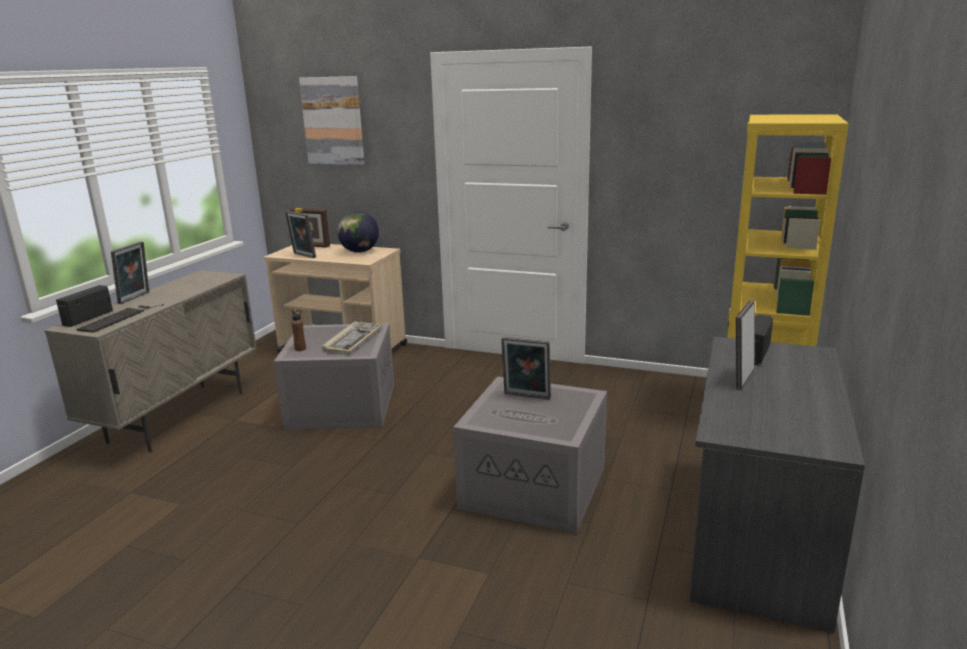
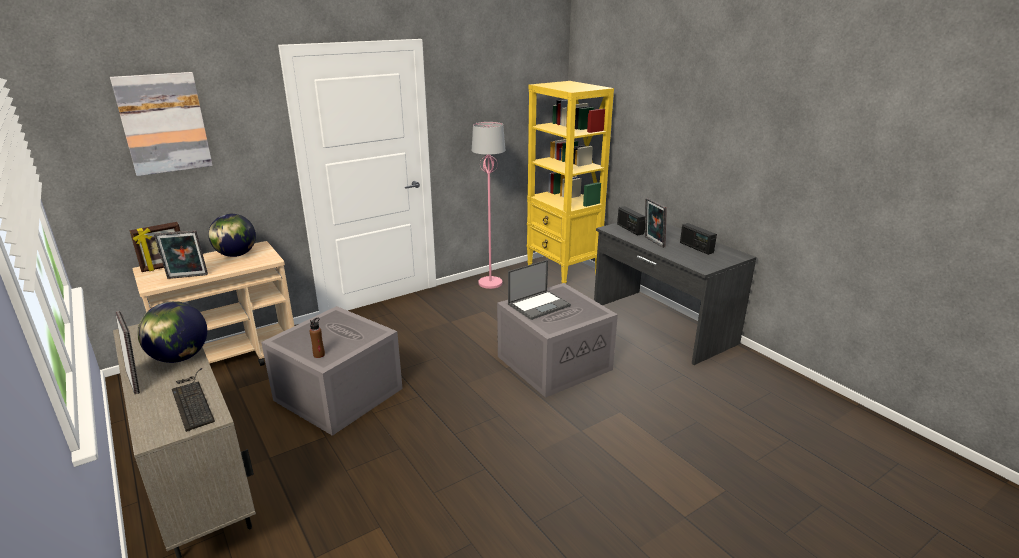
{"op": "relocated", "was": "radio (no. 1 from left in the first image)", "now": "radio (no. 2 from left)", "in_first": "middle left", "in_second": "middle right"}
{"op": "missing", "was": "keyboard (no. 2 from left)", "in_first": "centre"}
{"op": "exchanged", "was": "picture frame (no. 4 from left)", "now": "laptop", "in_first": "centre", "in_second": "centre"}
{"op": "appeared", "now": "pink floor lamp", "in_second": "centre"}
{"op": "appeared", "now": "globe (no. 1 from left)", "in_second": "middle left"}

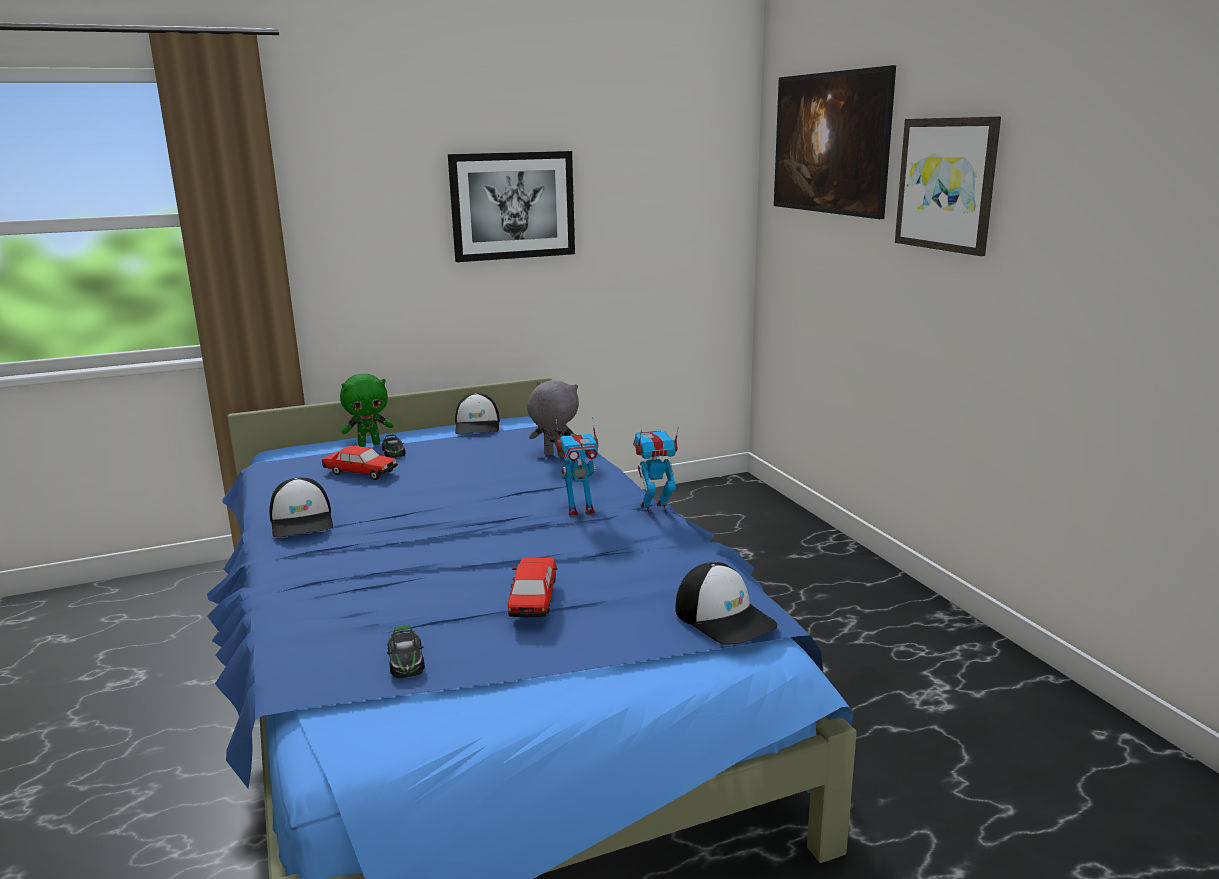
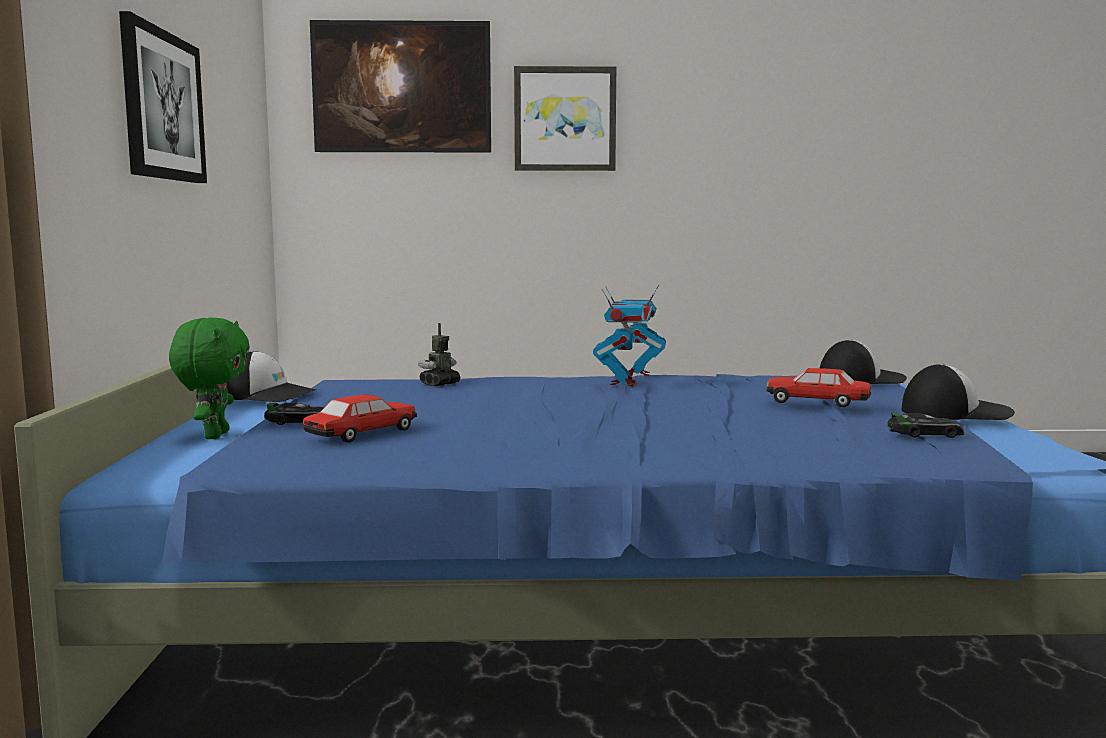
{"op": "exchanged", "was": "grey plush toy", "now": "toy robot (no. 1 from left)", "in_first": "centre", "in_second": "centre"}
{"op": "relocated", "was": "cap (no. 1 from left in the first image)", "now": "cap (no. 3 from left)", "in_first": "middle left", "in_second": "middle right"}

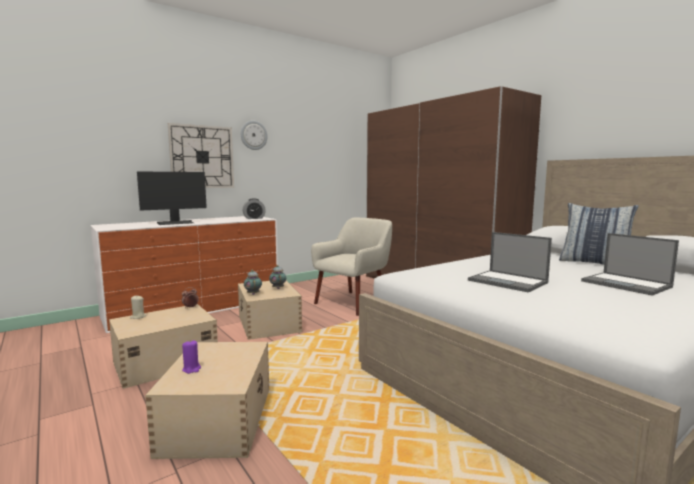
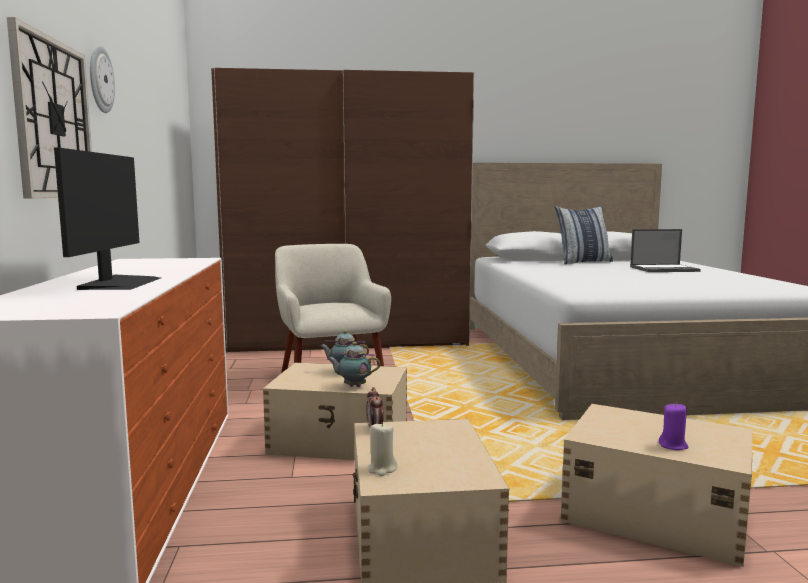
{"op": "missing", "was": "alarm clock (no. 2 from left)", "in_first": "centre"}
{"op": "missing", "was": "laptop (no. 1 from left)", "in_first": "middle right"}

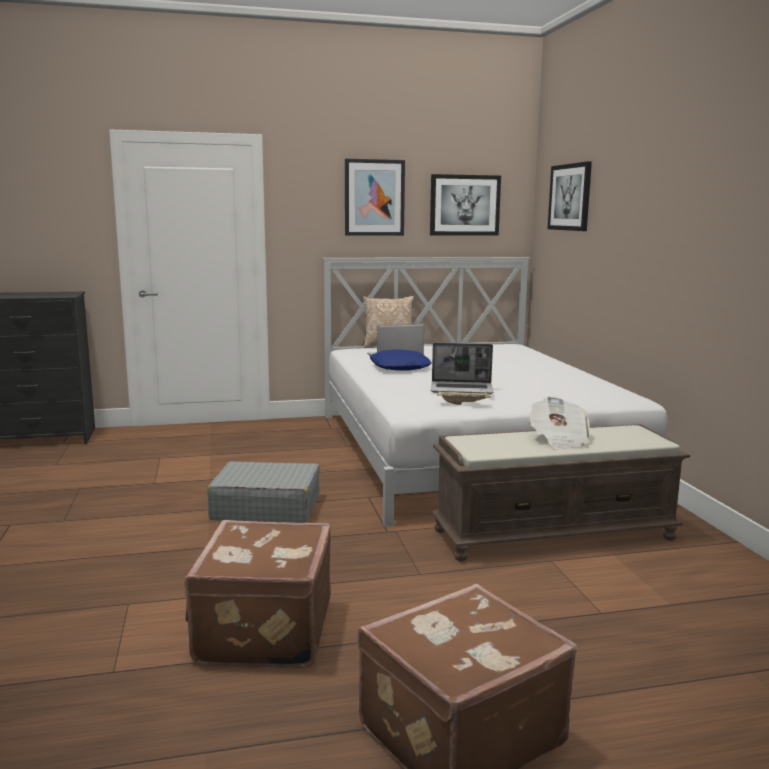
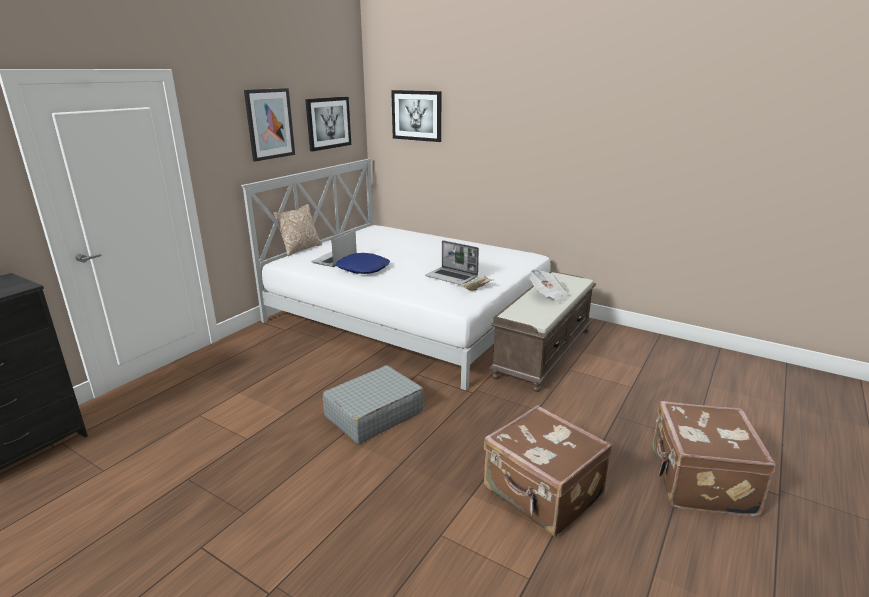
{"op": "spun", "was": "laptop (no. 2 from left)", "in_first": "centre", "in_second": "centre", "clockwise": 75}

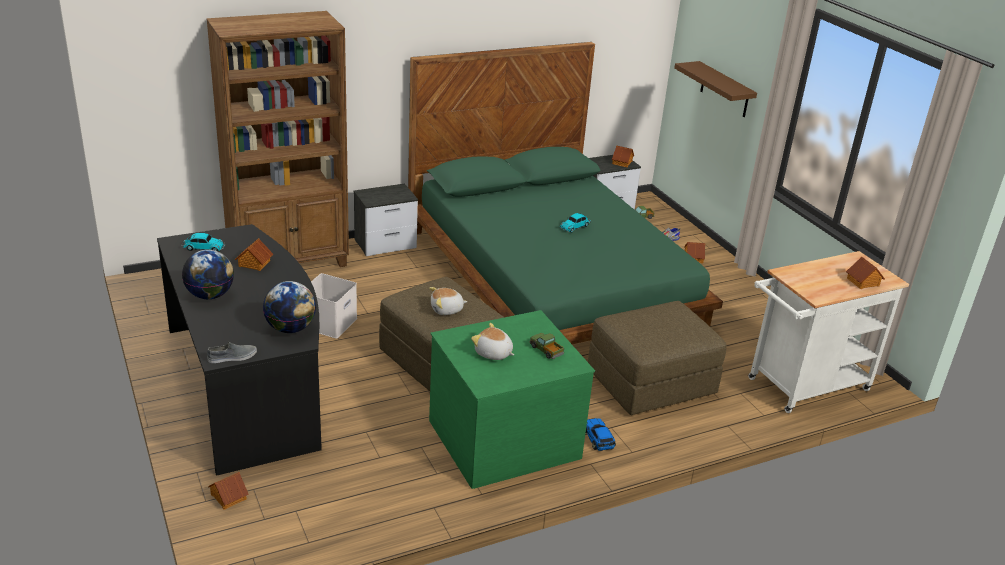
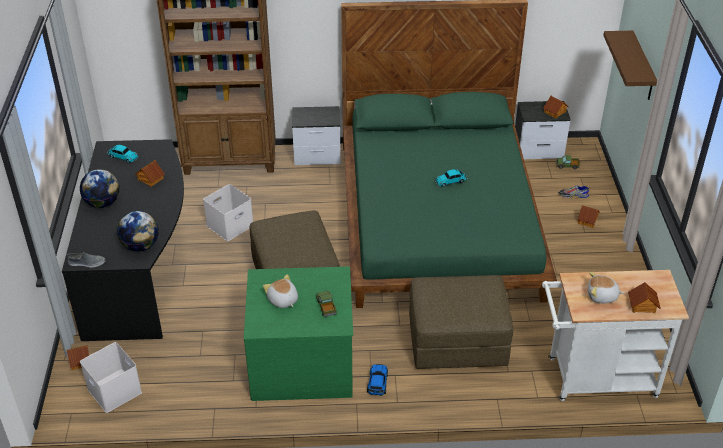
{"op": "relocated", "was": "plush toy (no. 1 from left in the first image)", "now": "plush toy (no. 2 from left)", "in_first": "centre", "in_second": "middle right"}
{"op": "appeared", "now": "white storage box (no. 1 from left)", "in_second": "bottom left"}

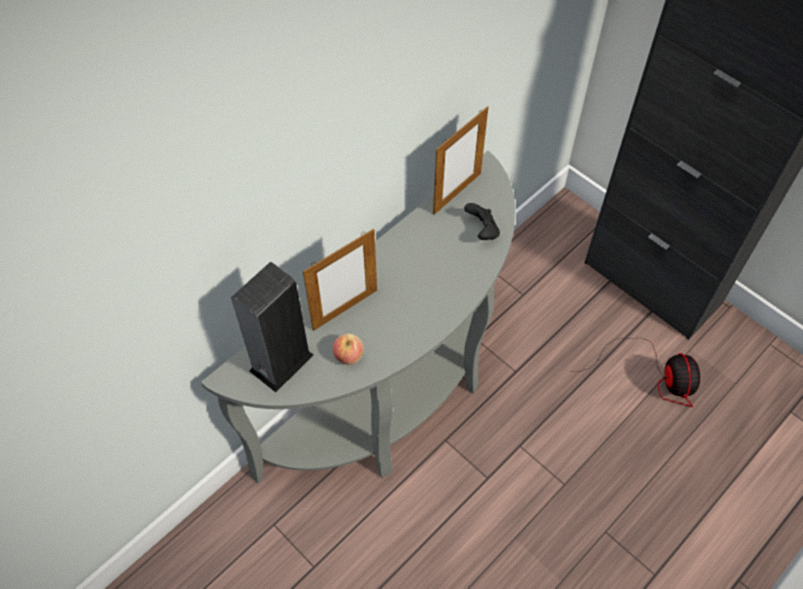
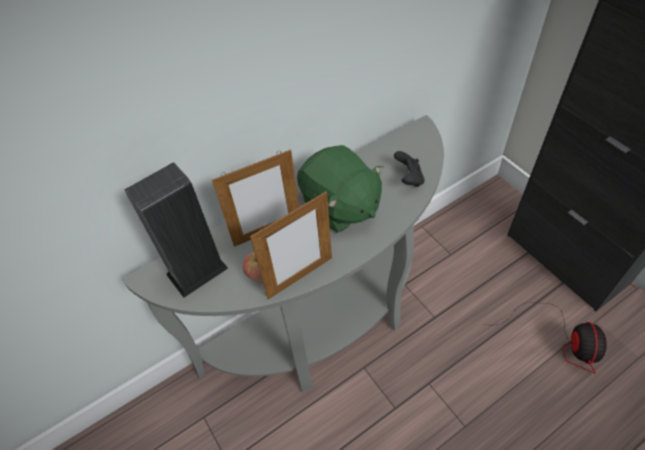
{"op": "relocated", "was": "picture frame (no. 2 from left)", "in_first": "top centre", "in_second": "centre"}
{"op": "appeared", "now": "green plush toy", "in_second": "centre"}

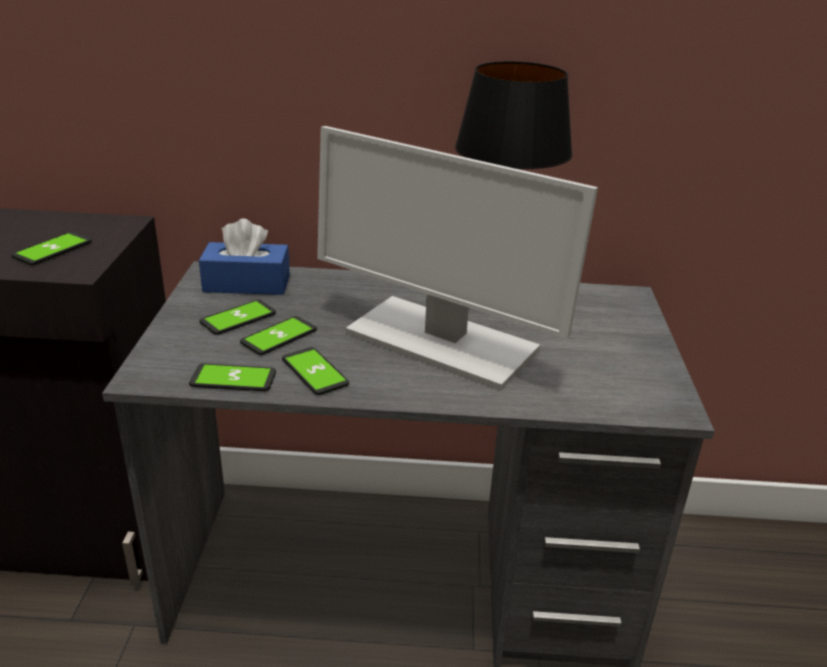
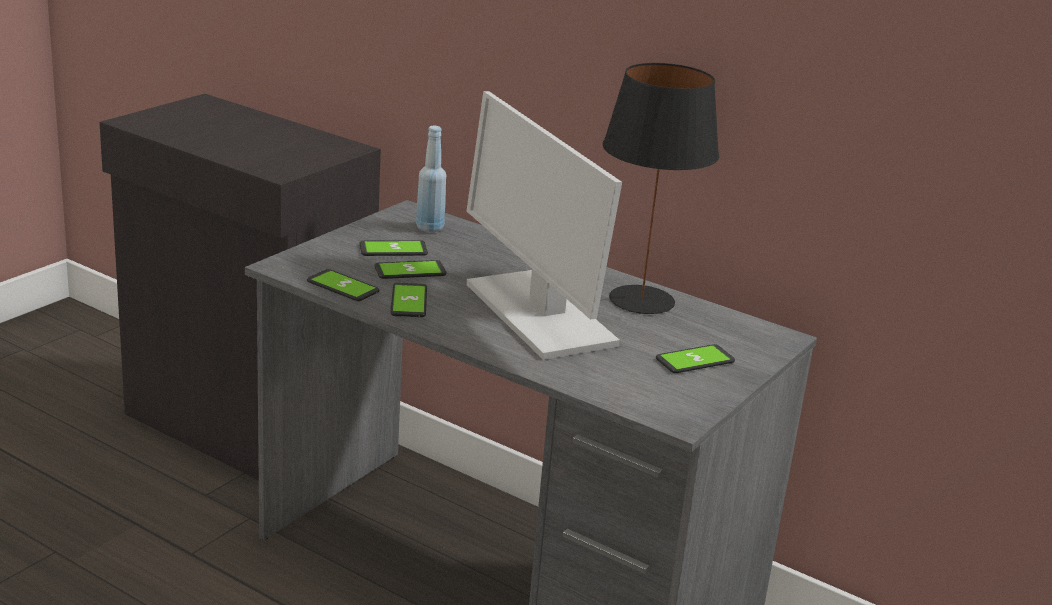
{"op": "exchanged", "was": "blue tissue box", "now": "blue bottle", "in_first": "middle left", "in_second": "top centre"}
{"op": "relocated", "was": "phone (no. 1 from left in the first image)", "now": "phone (no. 5 from left)", "in_first": "middle left", "in_second": "centre"}

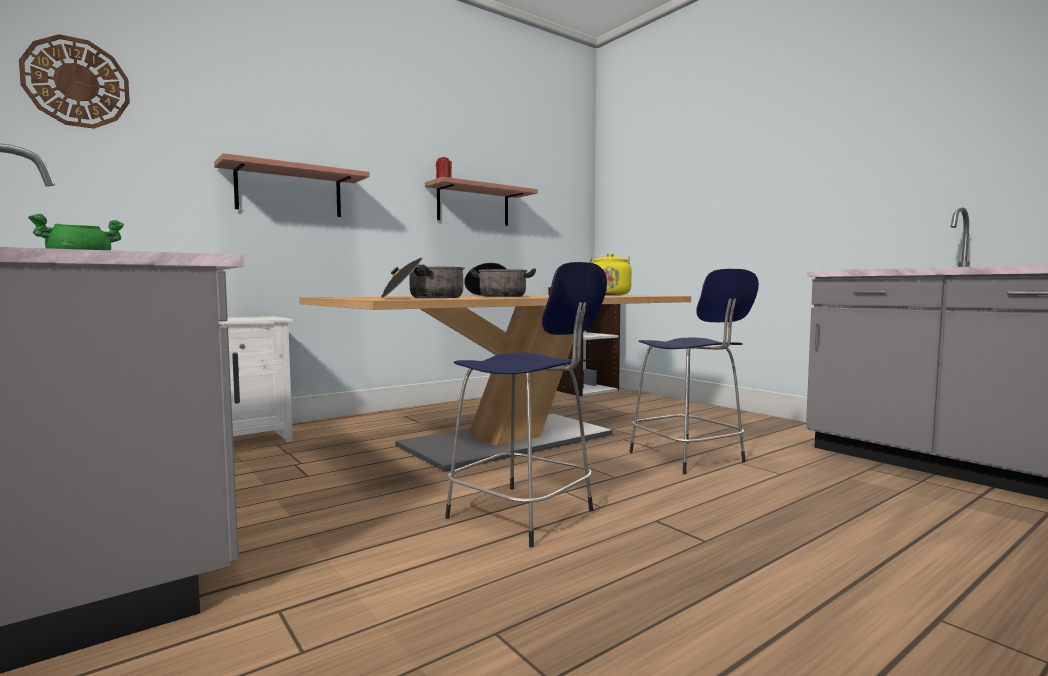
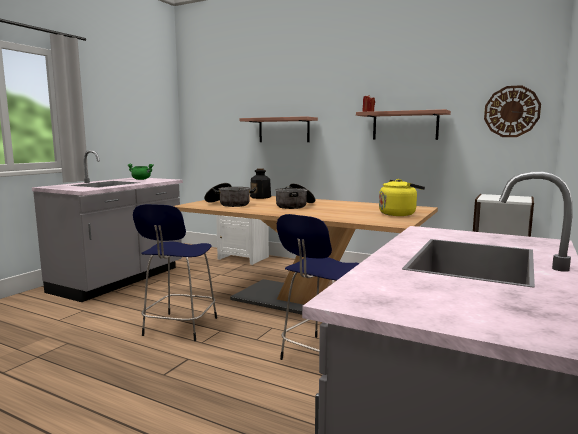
{"op": "relocated", "was": "wall clock", "in_first": "top left", "in_second": "top right"}
{"op": "appeared", "now": "bottle", "in_second": "centre"}

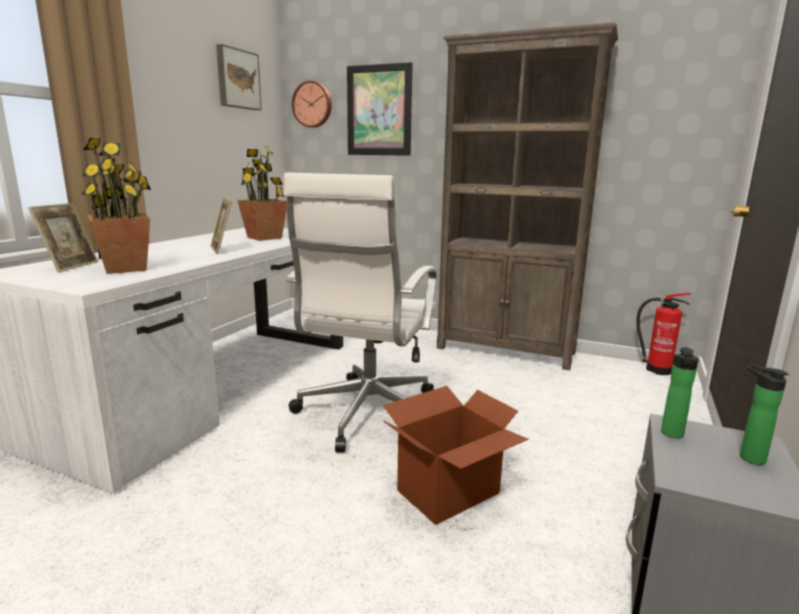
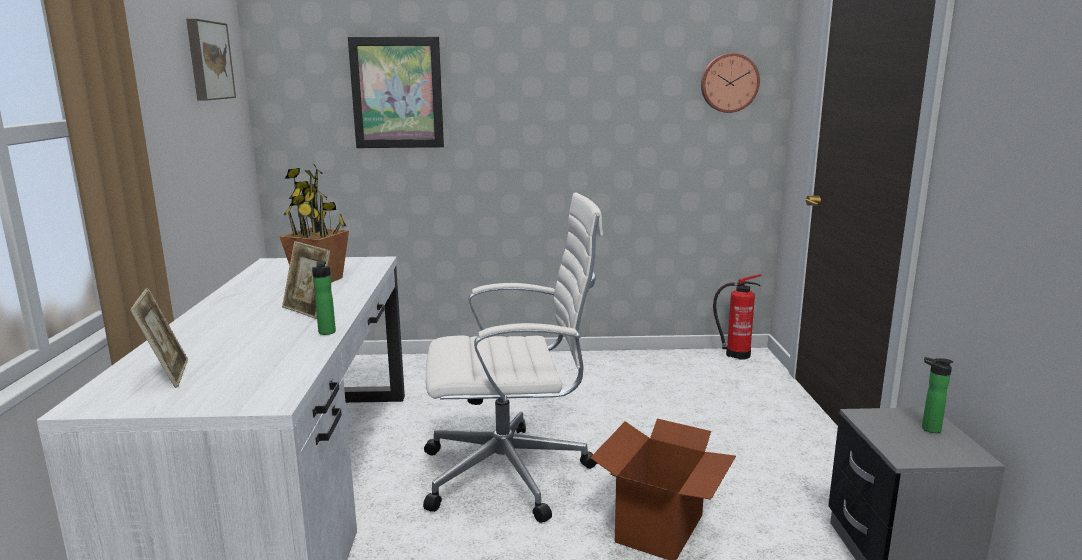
{"op": "missing", "was": "brown bookcase", "in_first": "top centre"}
{"op": "relocated", "was": "wall clock", "in_first": "top centre", "in_second": "top right"}
{"op": "missing", "was": "potted plant (no. 1 from left)", "in_first": "middle left"}
{"op": "spun", "was": "white office chair", "in_first": "centre", "in_second": "centre", "clockwise": -90}
{"op": "relocated", "was": "bottle (no. 1 from left)", "in_first": "middle right", "in_second": "middle left"}

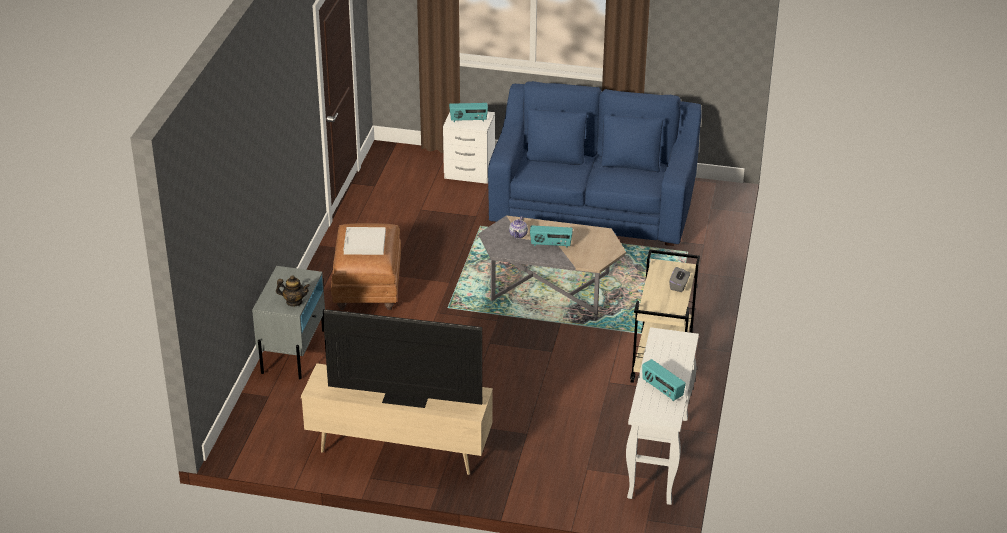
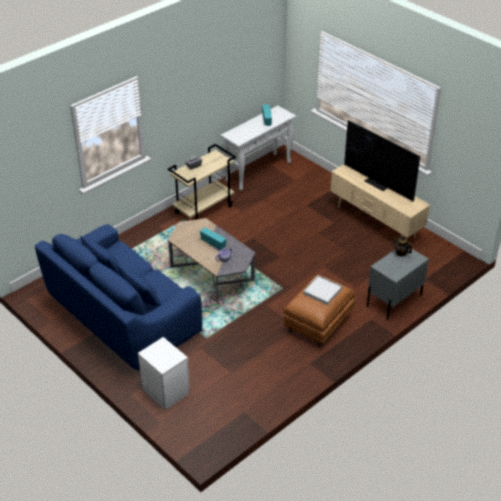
{"op": "missing", "was": "radio (no. 1 from left)", "in_first": "top centre"}

